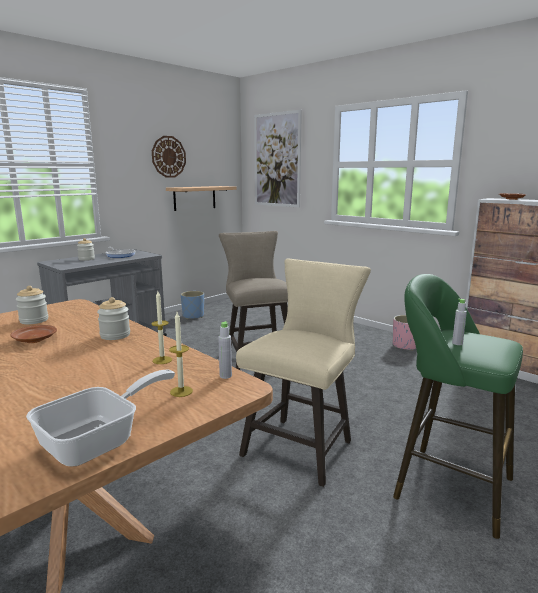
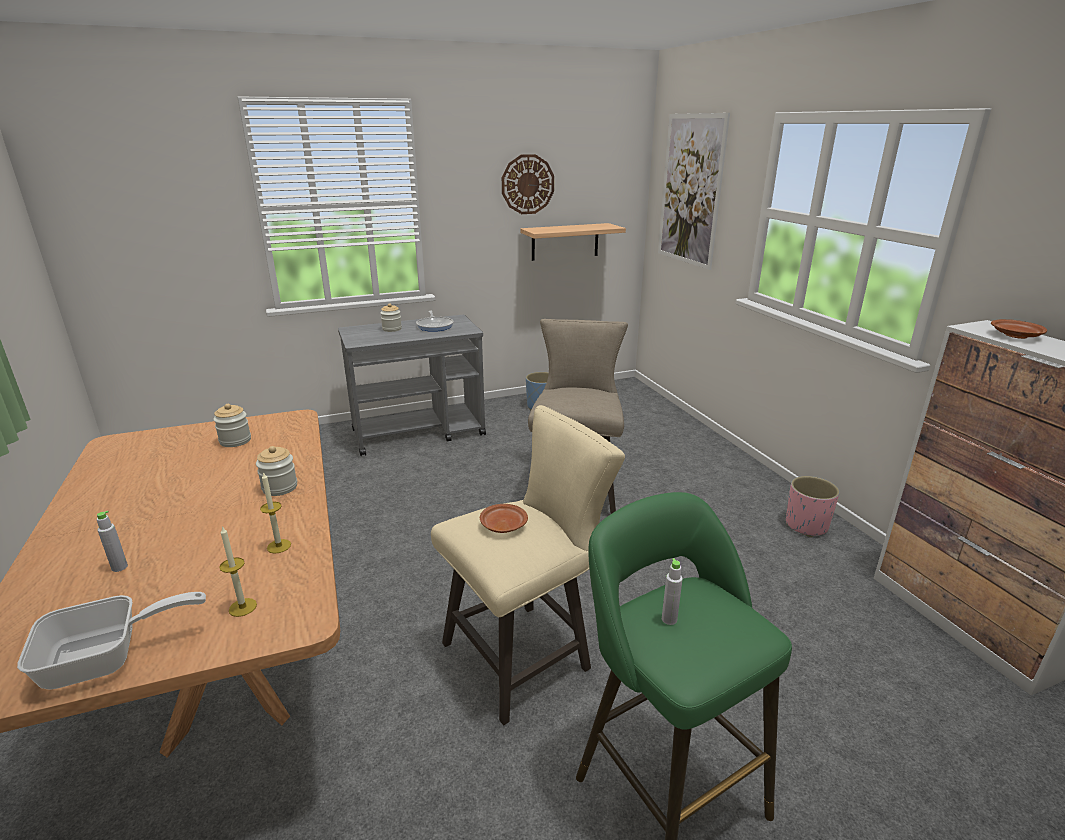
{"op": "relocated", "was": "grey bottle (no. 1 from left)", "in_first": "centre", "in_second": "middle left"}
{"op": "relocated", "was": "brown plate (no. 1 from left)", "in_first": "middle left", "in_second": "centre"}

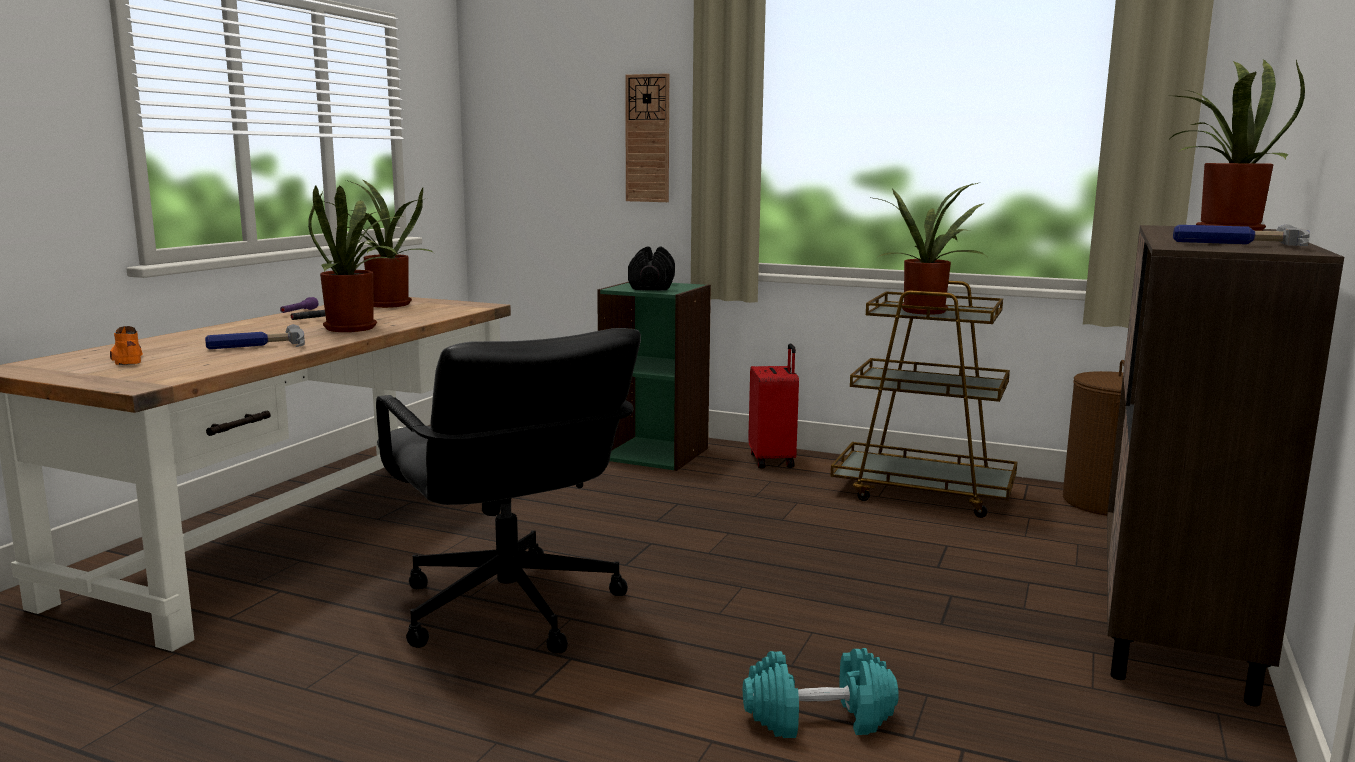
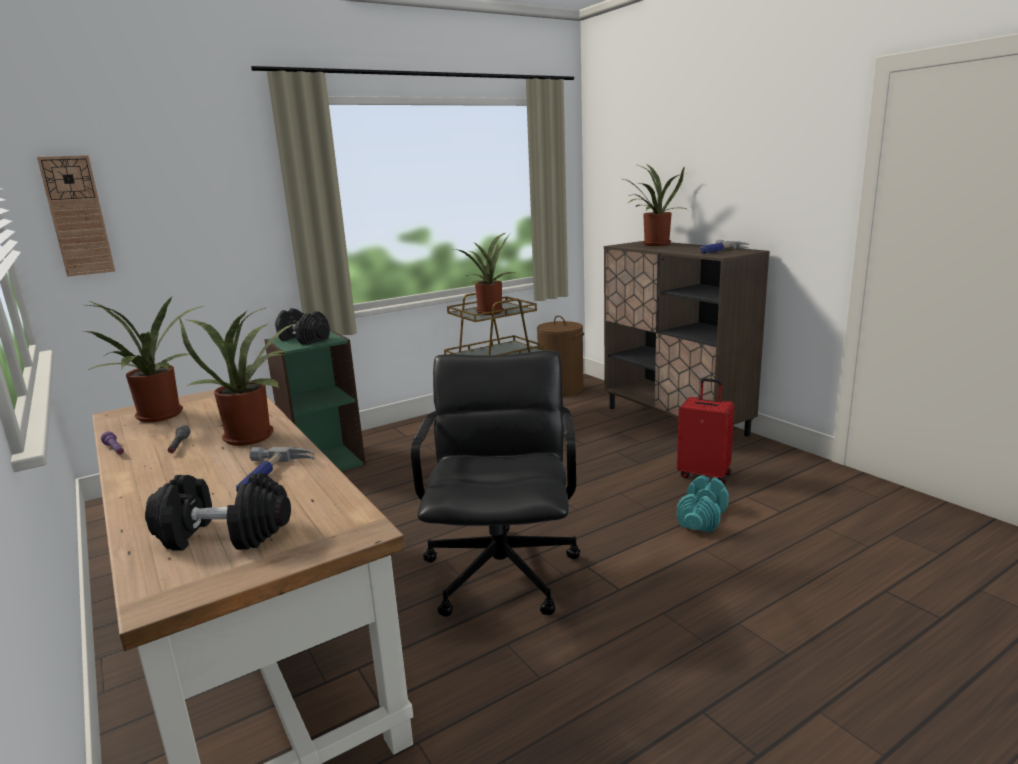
{"op": "relocated", "was": "wall clock", "in_first": "top centre", "in_second": "top left"}
{"op": "exchanged", "was": "orange shoe", "now": "black dumbbell (no. 1 from left)", "in_first": "middle left", "in_second": "bottom left"}
{"op": "spun", "was": "black office chair", "in_first": "centre", "in_second": "centre", "clockwise": -90}
{"op": "relocated", "was": "red suitcase", "in_first": "centre", "in_second": "middle right"}

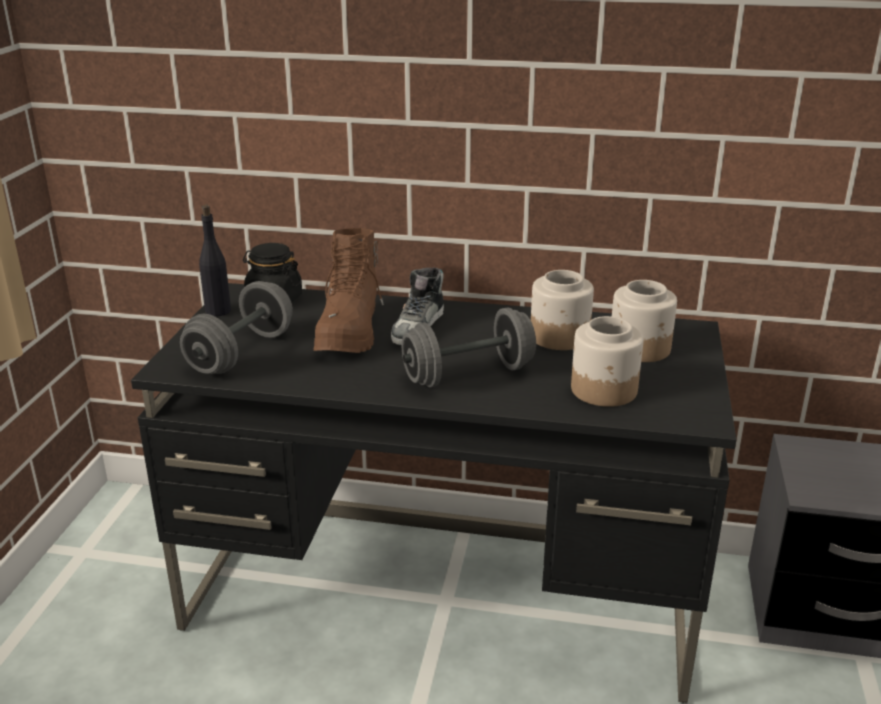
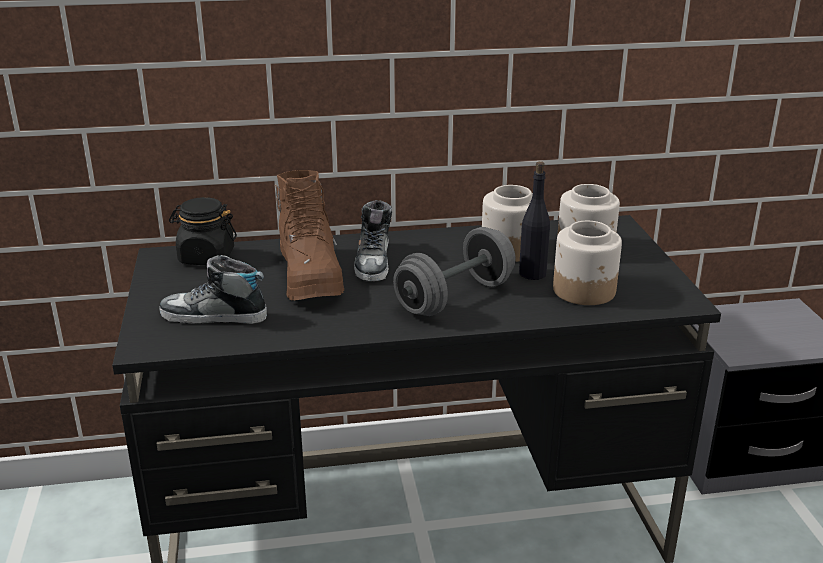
{"op": "relocated", "was": "black bottle", "in_first": "middle left", "in_second": "centre"}
{"op": "exchanged", "was": "grey dumbbell (no. 1 from left)", "now": "shoe (no. 1 from left)", "in_first": "middle left", "in_second": "middle left"}

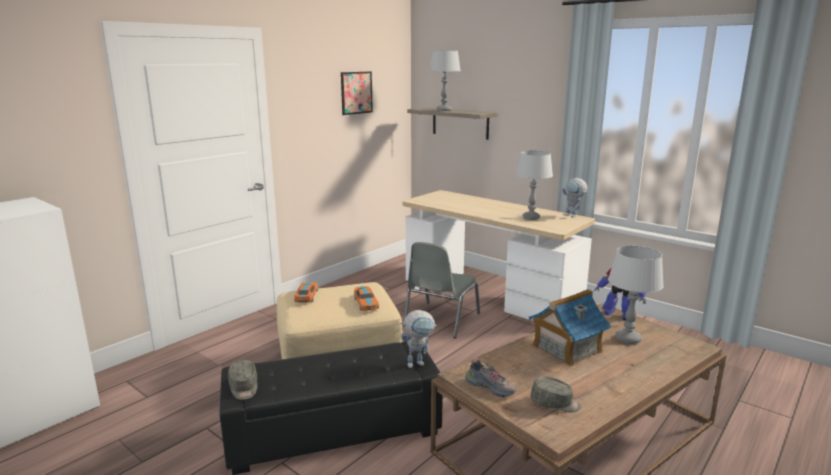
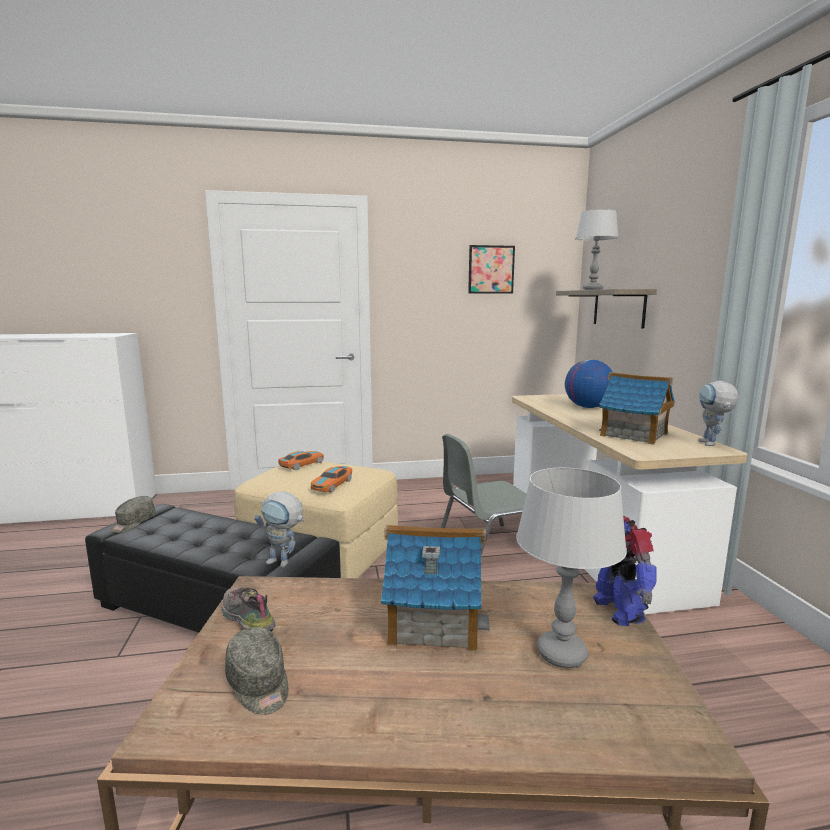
{"op": "exchanged", "was": "grey table lamp (no. 2 from left)", "now": "toy house (no. 2 from left)", "in_first": "centre", "in_second": "middle right"}
{"op": "spun", "was": "shoe", "in_first": "bottom centre", "in_second": "bottom left", "clockwise": 150}
{"op": "appeared", "now": "globe", "in_second": "middle right"}

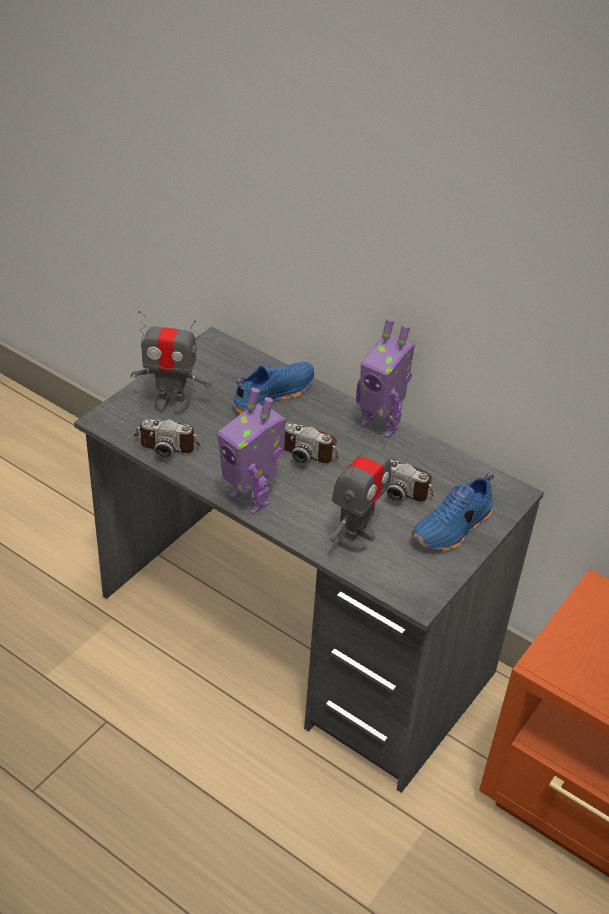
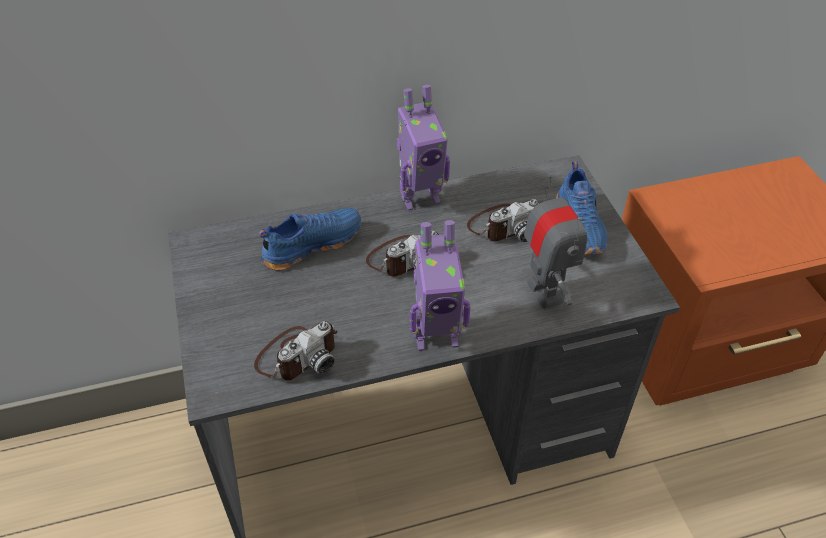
{"op": "missing", "was": "toy robot (no. 1 from left)", "in_first": "middle left"}
{"op": "spun", "was": "blue shoe (no. 1 from left)", "in_first": "centre", "in_second": "centre", "clockwise": 60}

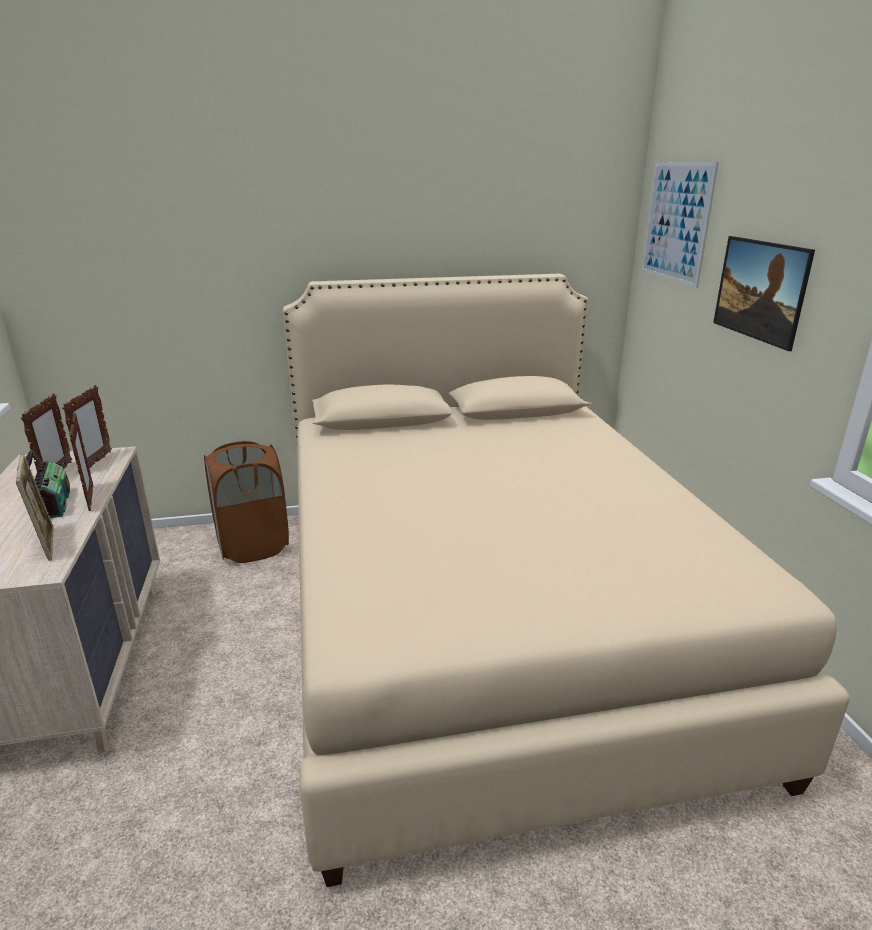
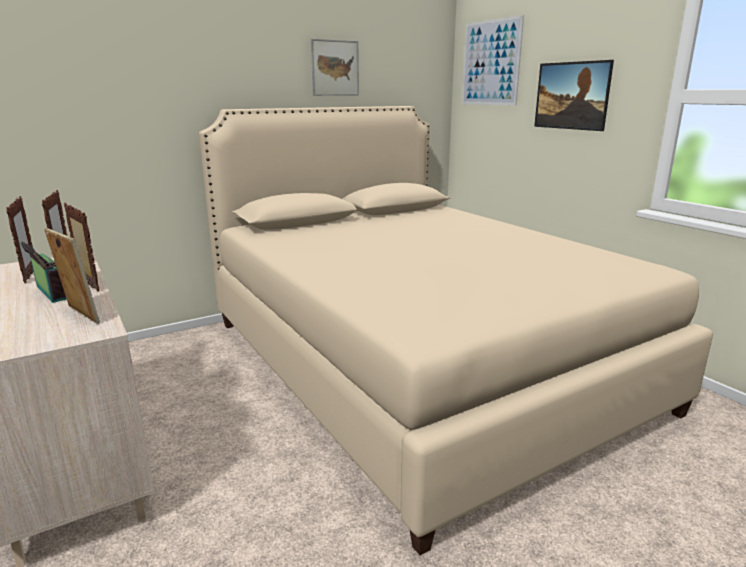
{"op": "missing", "was": "brown laundry basket", "in_first": "middle left"}
{"op": "appeared", "now": "picture (no. 1 from left)", "in_second": "top centre"}

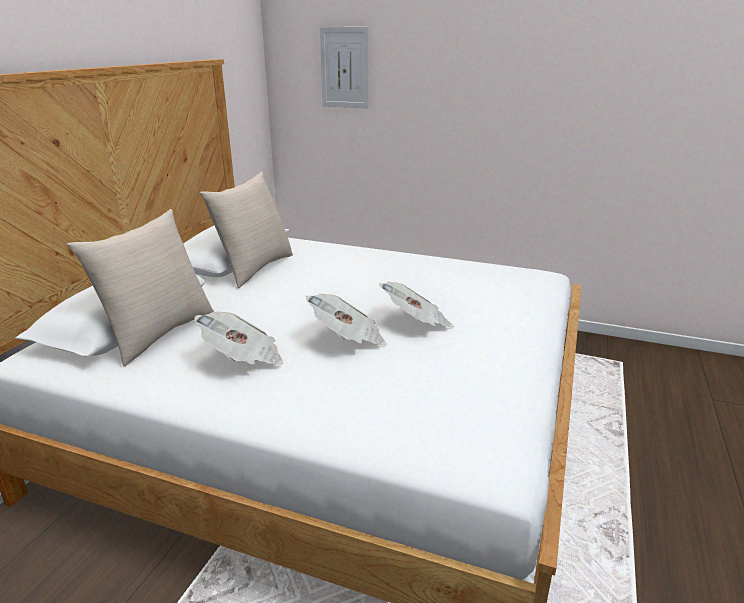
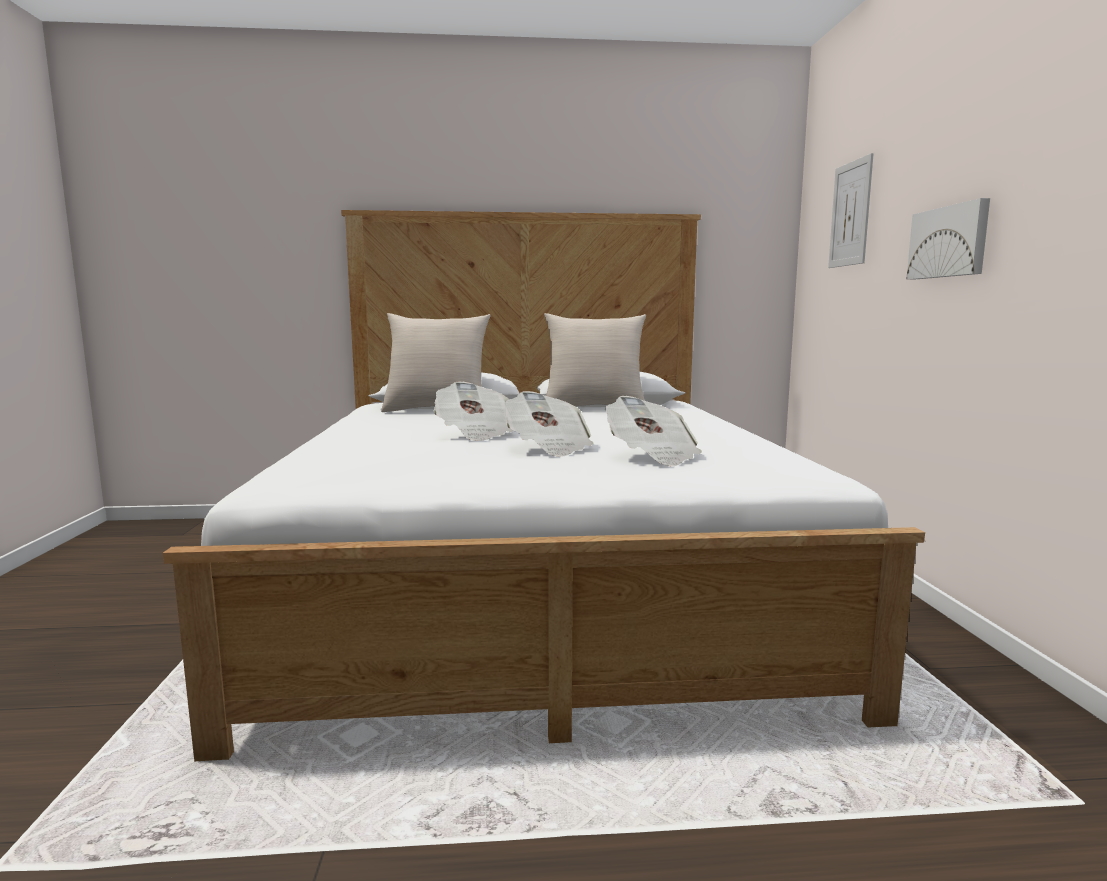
{"op": "relocated", "was": "newspaper (no. 1 from left in the first image)", "now": "newspaper (no. 3 from left)", "in_first": "middle left", "in_second": "centre"}
{"op": "appeared", "now": "picture (no. 2 from left)", "in_second": "top right"}

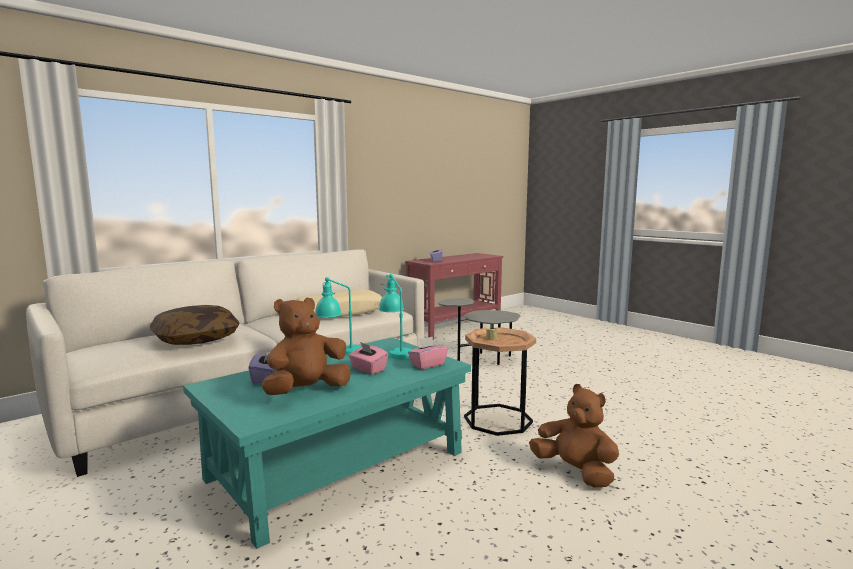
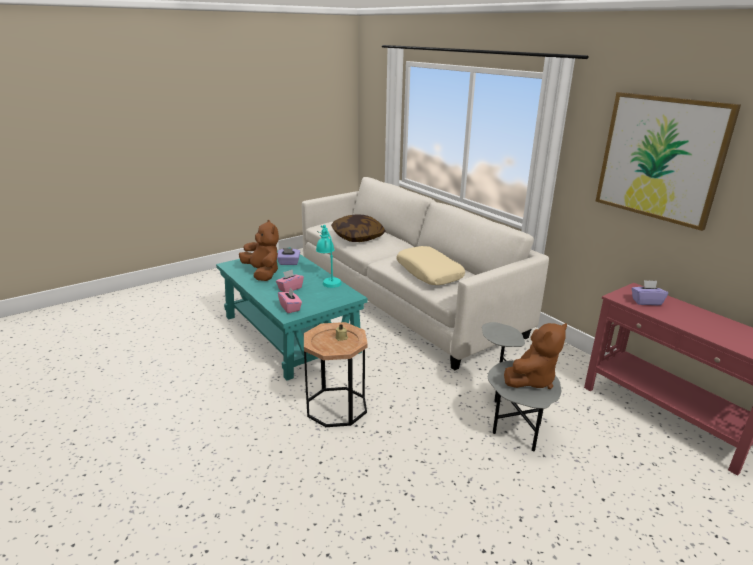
{"op": "missing", "was": "turquoise table lamp (no. 2 from left)", "in_first": "centre"}
{"op": "relocated", "was": "brown plush toy (no. 2 from left)", "in_first": "bottom right", "in_second": "middle right"}
{"op": "appeared", "now": "picture", "in_second": "top right"}

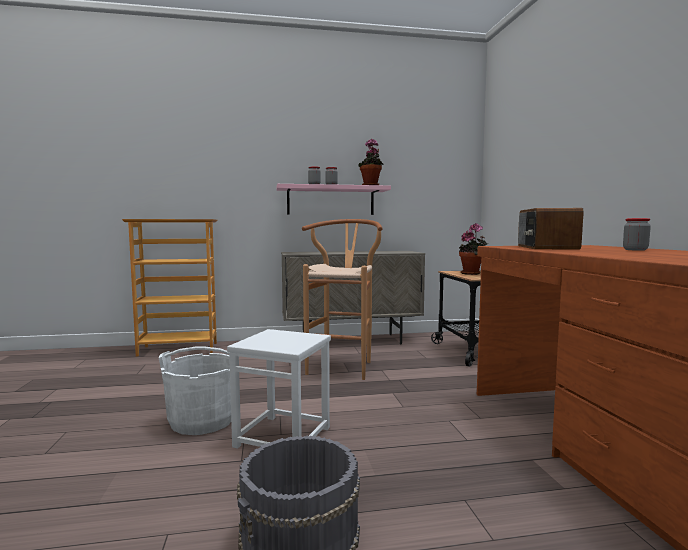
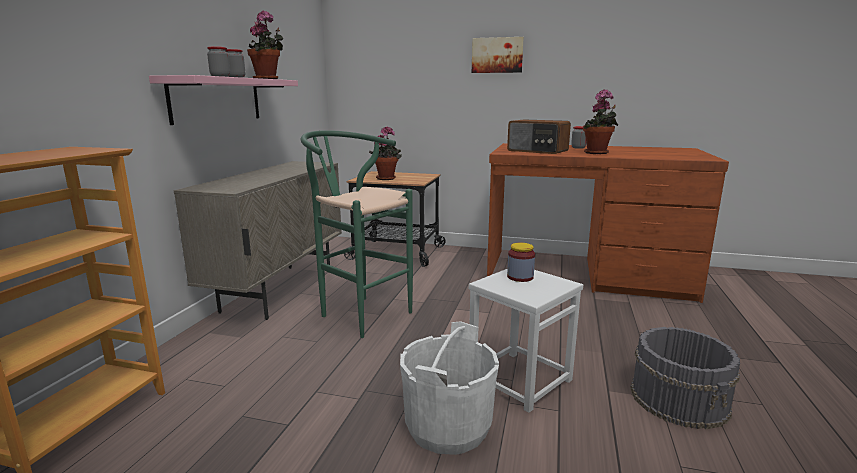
{"op": "colour", "was": "brown stool", "now": "green stool", "in_first": "centre", "in_second": "centre"}
{"op": "appeared", "now": "picture", "in_second": "top centre"}
{"op": "appeared", "now": "potted plant (no. 3 from left)", "in_second": "top right"}
{"op": "appeared", "now": "jar (no. 3 from left)", "in_second": "centre"}

